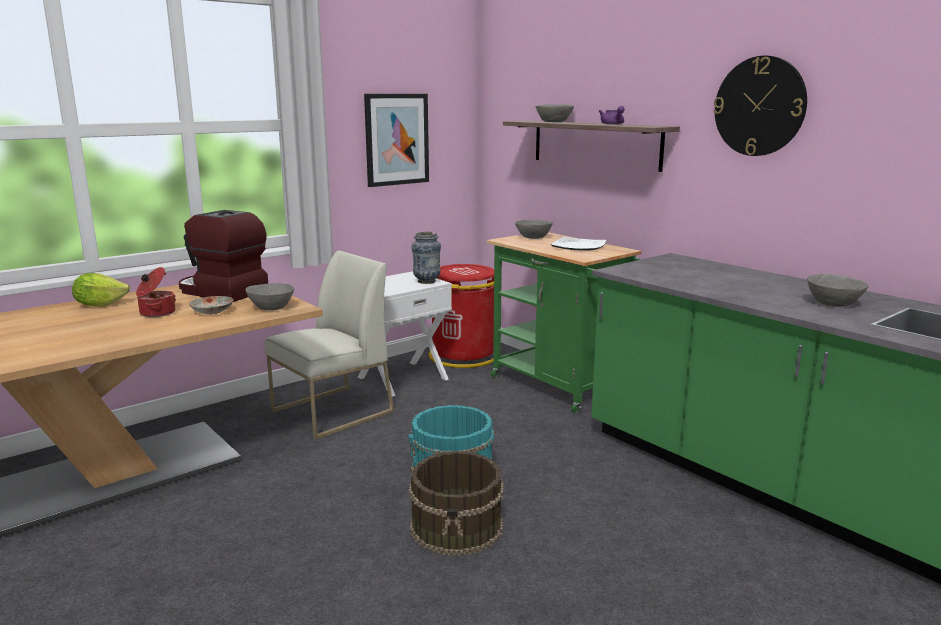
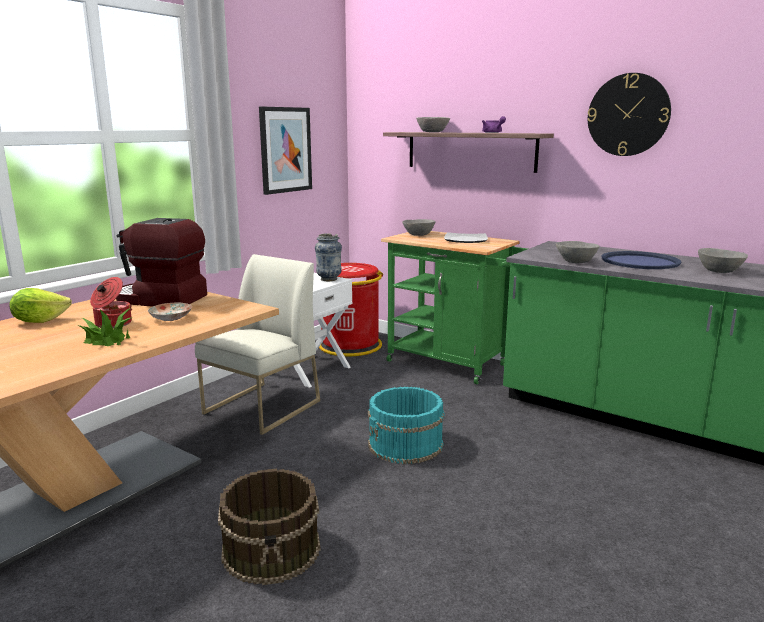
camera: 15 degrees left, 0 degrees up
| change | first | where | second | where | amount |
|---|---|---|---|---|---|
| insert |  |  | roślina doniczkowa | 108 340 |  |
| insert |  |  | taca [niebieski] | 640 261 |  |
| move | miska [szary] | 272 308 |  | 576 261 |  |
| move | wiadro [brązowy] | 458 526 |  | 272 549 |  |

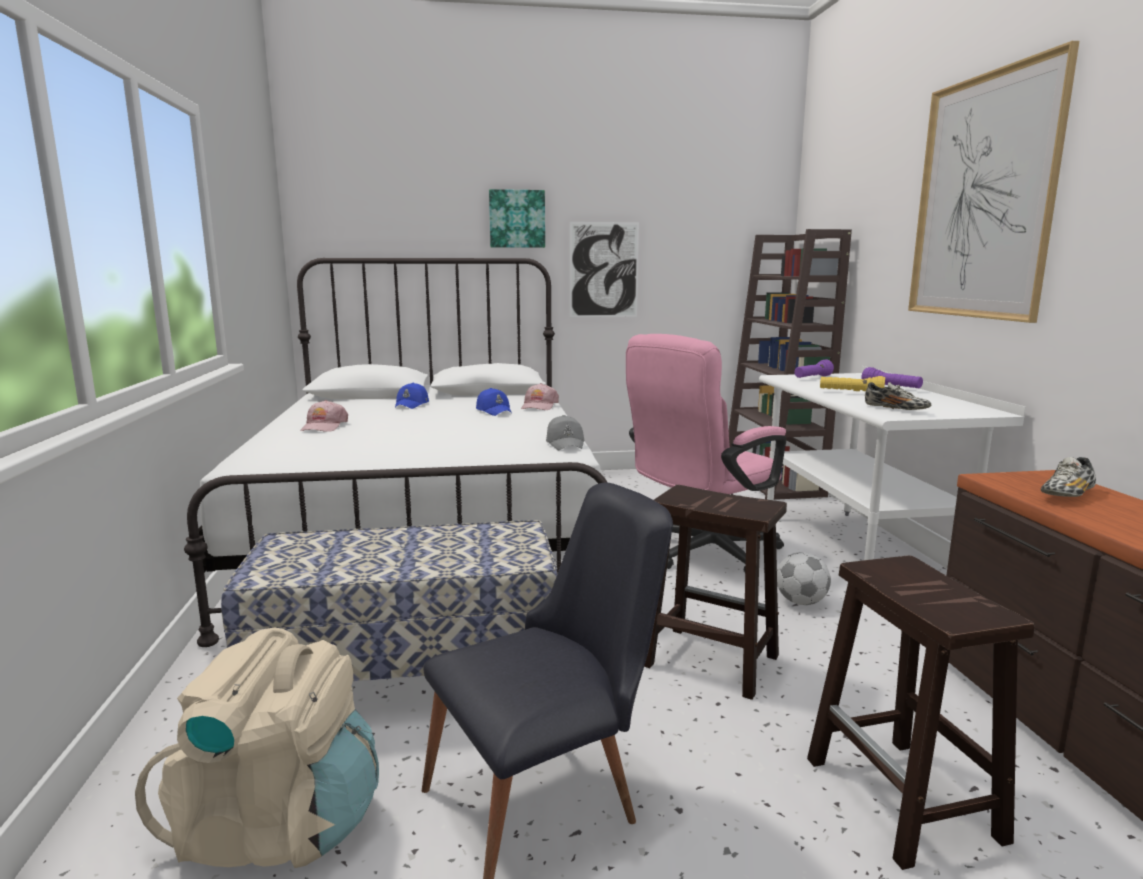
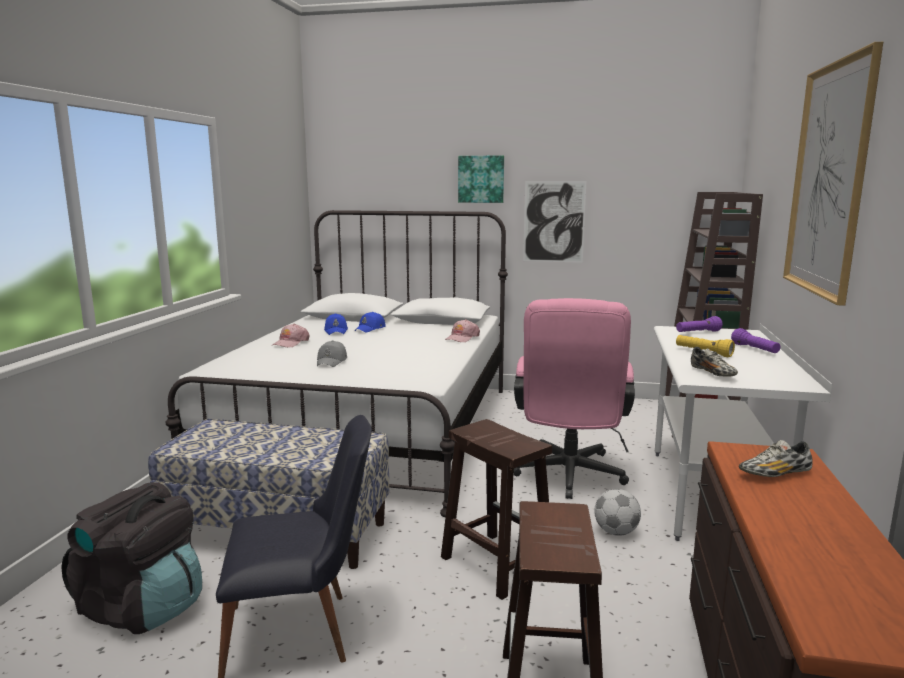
camera: 20 degrees right, 0 degrees up
| change | first | where | second | where | amount |
|---|---|---|---|---|---|
| move | czapka z daszkiem [niebieski] | 494 411 |  | 336 331 |  |
| move | czapka z daszkiem [szary] | 565 443 |  | 332 361 |  |
| recolor | plecak [beżowy] | 278 825 | plecak [czarny] | 142 607 |  |
| rotate | krzesło biurowe [różowy] | 702 553 |  | 568 477 | 60 degrees counterclockwise |

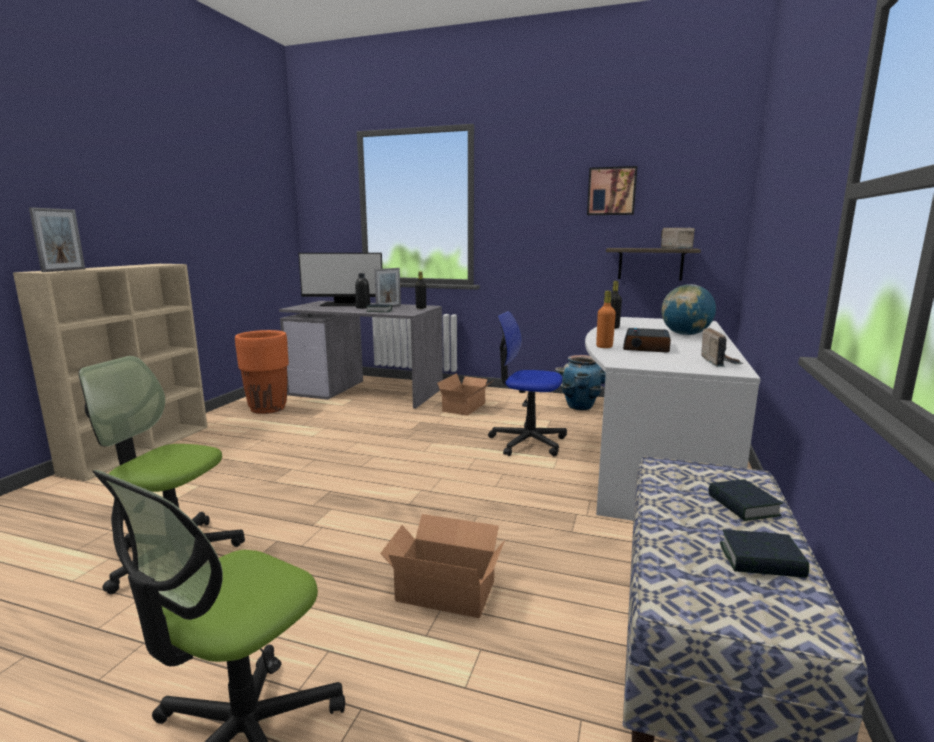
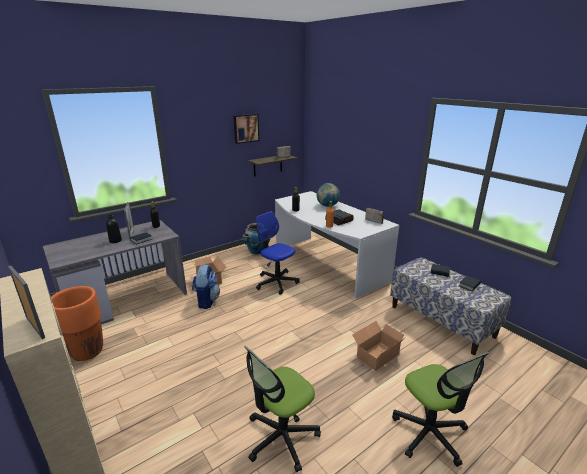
camera: 55 degrees left, 10 degrees up
| change | first | where | second | where | amount |
|---|---|---|---|---|---|
| delete | monitor | 344 304 |  |  |  |
| insert |  |  | plecak | 206 301 |  |
| rotate | krzesło biurowe | 527 442 |  | 276 282 | 75 degrees clockwise |

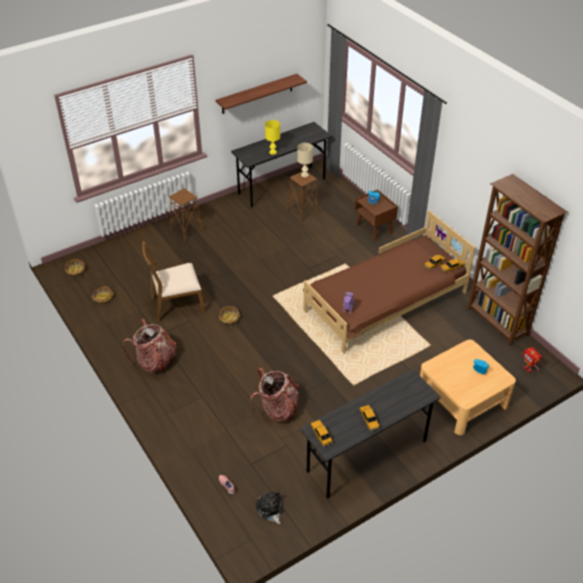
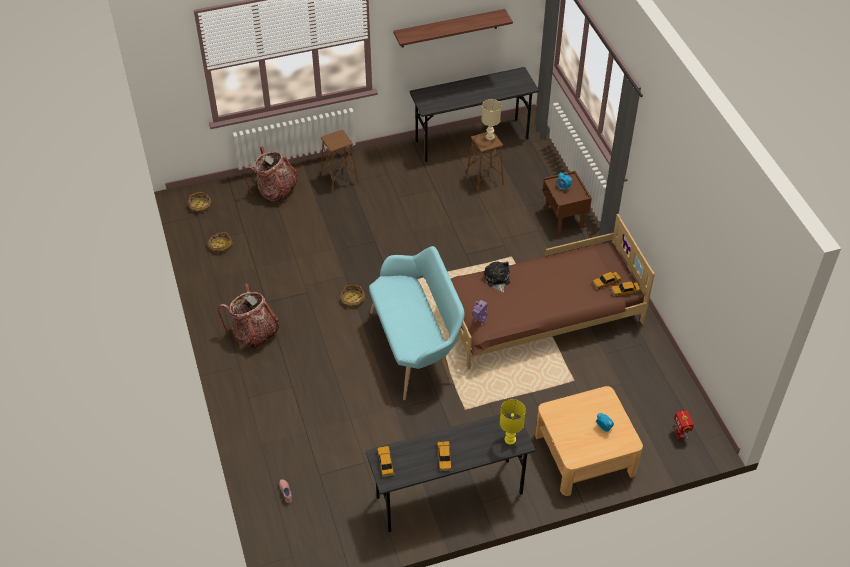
camera: 15 degrees right, 5 degrees up
| change | first | where | second | where | amount |
|---|---|---|---|---|---|
| delete | krzesło [brązowy] | 177 304 |  |  |  |
| delete | regał [brązowy] | 497 322 |  |  |  |
| insert |  |  | ławka [turkusowy] | 416 347 |  |
| move | plecak | 278 409 |  | 275 191 |  |
| move | pluszak | 270 510 |  | 497 279 |  |
| move | lampa stołowa [żółty] | 272 152 |  | 509 439 |  |

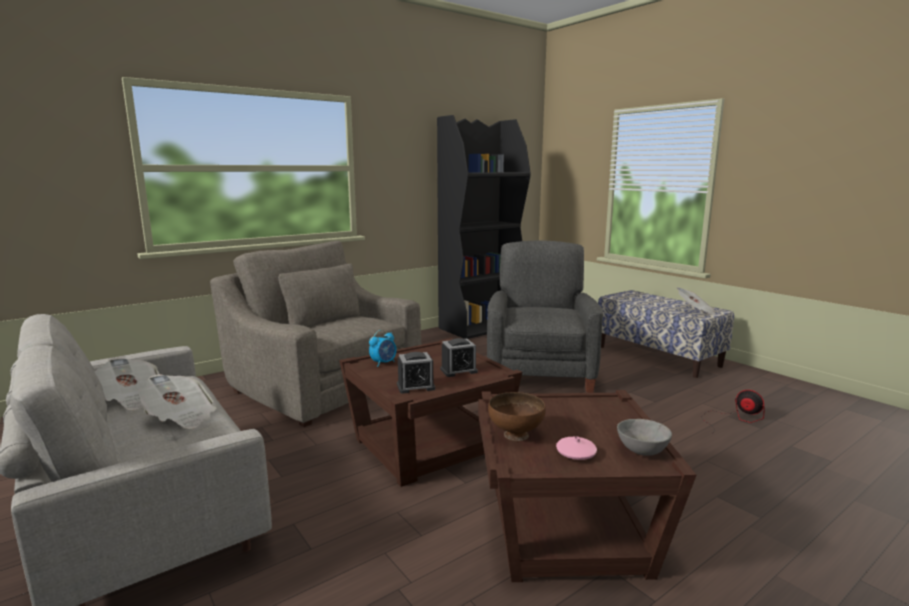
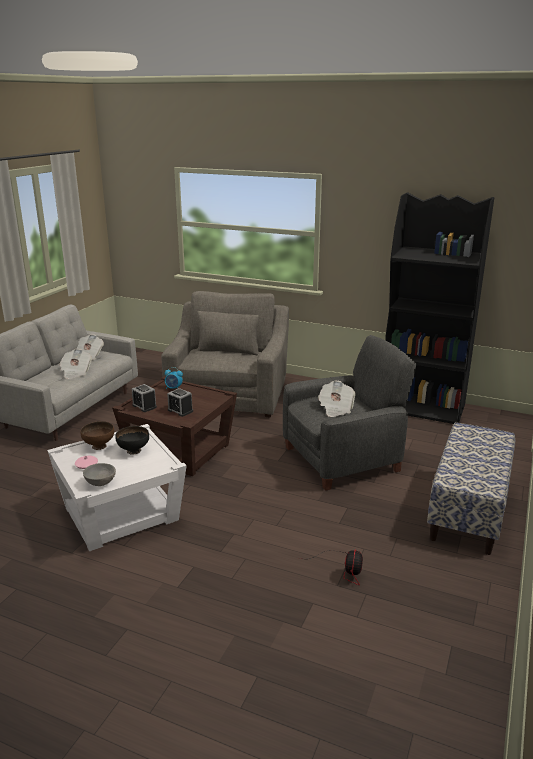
camera: 60 degrees right, 10 degrees up
| change | first | where | second | where | amount |
|---|---|---|---|---|---|
| insert |  |  | miska [czarny] | 133 451 |  |
| move | gazeta | 695 311 |  | 335 408 |  |
| recolor | stolik [brązowy] | 566 526 | stolik [biały] | 122 515 |  |

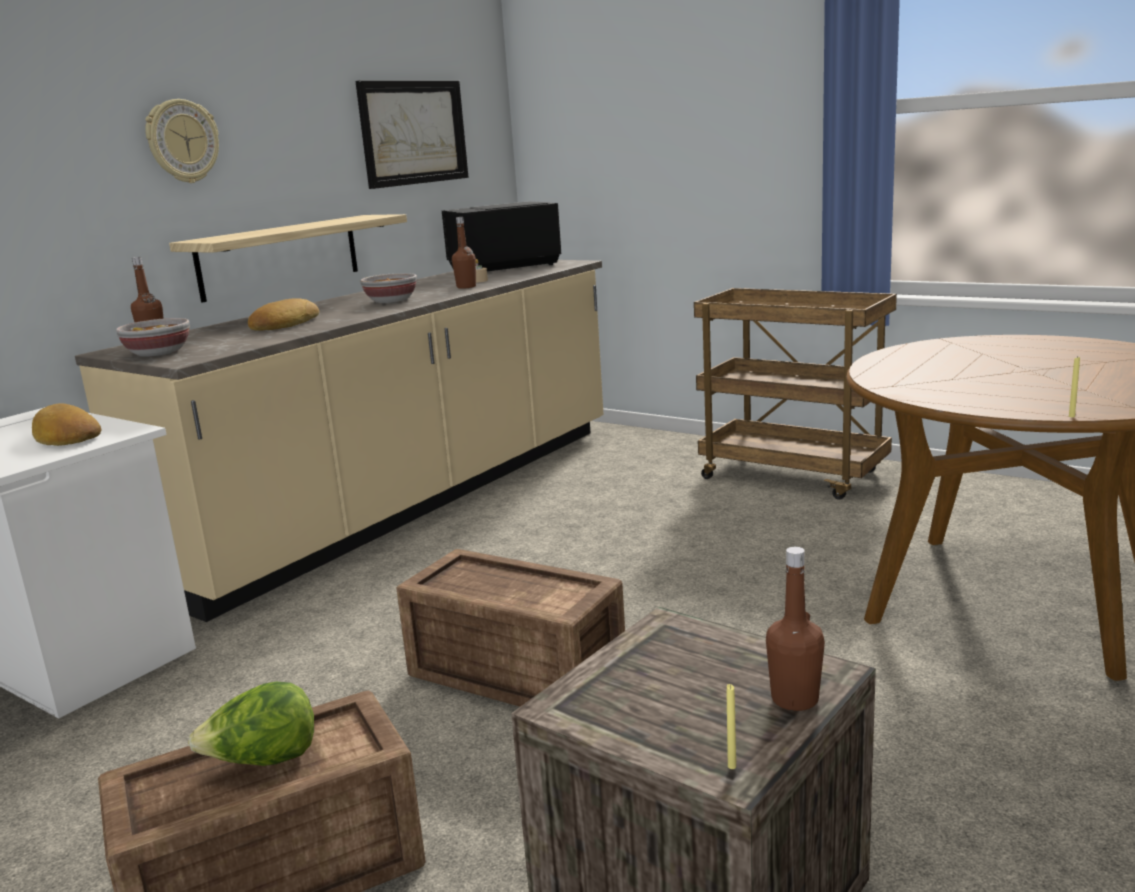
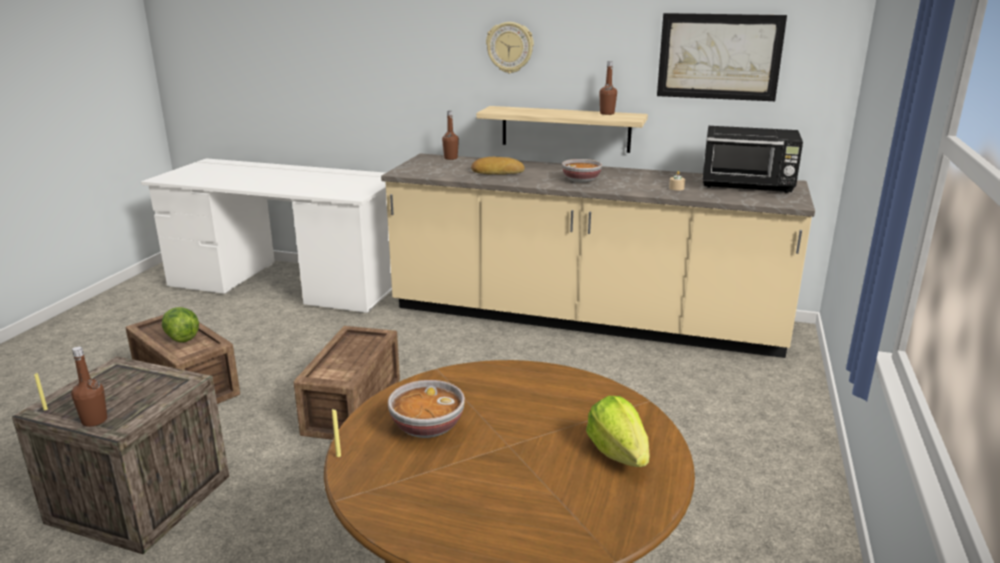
camera: 70 degrees right, 5 degrees up
| change | first | where | second | where | amount |
|---|---|---|---|---|---|
| delete | chleb | 65 436 |  |  |  |
| delete | wózek [brązowy] | 794 475 |  |  |  |
| insert |  |  | sałata | 618 453 |  |
| move | miska | 158 353 |  | 426 427 |  |
| move | butelka [brązowy] | 466 287 |  | 607 113 |  |
| rotate | mikrofalówka [czarny] | 502 268 |  | 747 186 | 150 degrees clockwise |

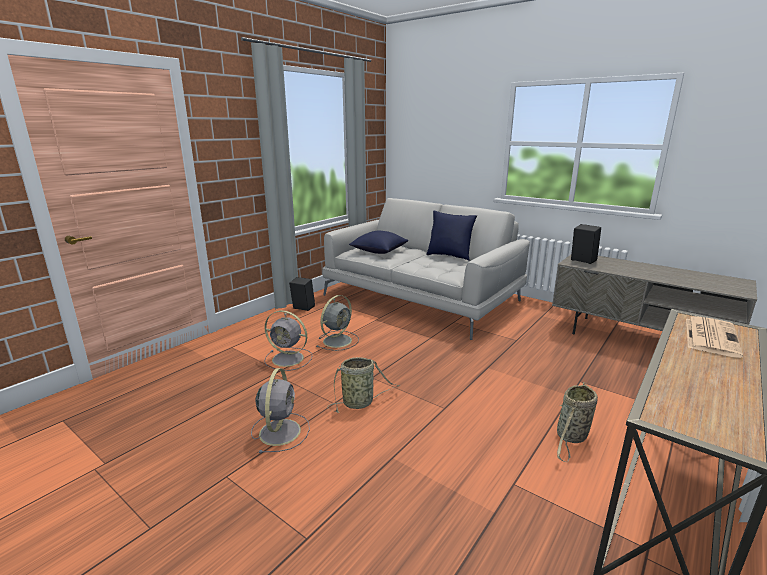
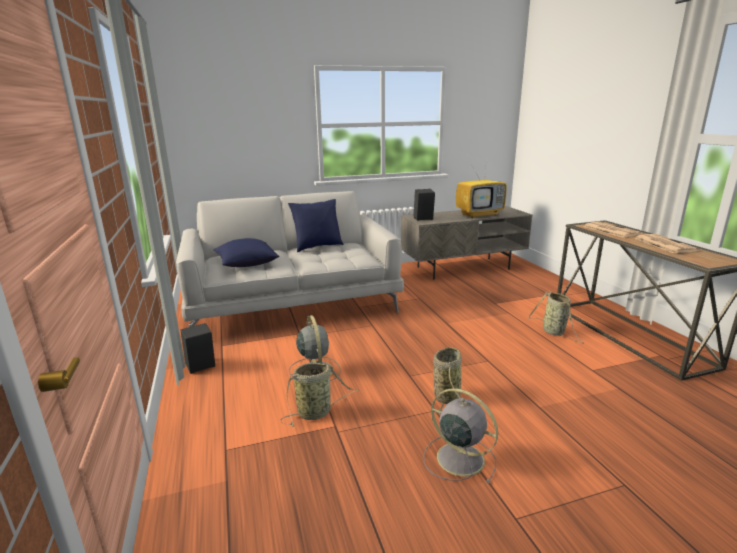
camera: 55 degrees left, 0 degrees up
| change | first | where | second | where | amount |
|---|---|---|---|---|---|
| insert |  |  | telewizor | 479 214 |  |
| insert |  |  | gazeta | 663 244 |  |
| replace | wentylator [szary] | 289 359 | koszyk | 316 412 |  |

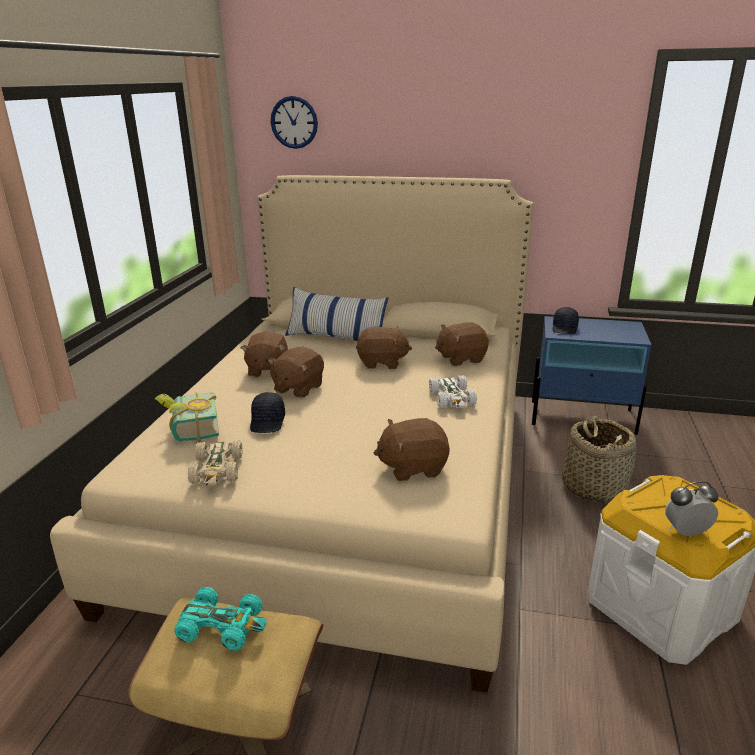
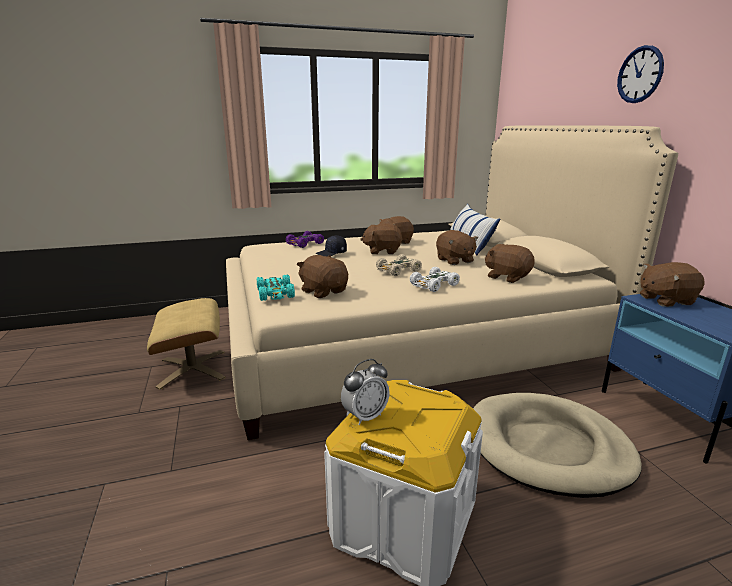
camera: 60 degrees right, 5 degrees down
| change | first | where | second | where | amount |
|---|---|---|---|---|---|
| move | samochodzik [turkusowy] | 222 626 |  | 276 294 |  |
| move | samochodzik [beżowy] | 217 470 |  | 398 270 |  |
| move | zegar ścienny | 294 122 |  | 640 74 |  |
| replace | książka | 190 430 | samochodzik [fioletowy] | 304 244 |  |
| replace | czapka z daszkiem [czarny] | 565 328 | pluszak [brązowy] | 665 300 |  |
| replace | koszyk | 593 487 | legowisko [beżowy] | 548 447 |  |
| rotate | budzik | 686 532 |  | 365 416 | 90 degrees clockwise |

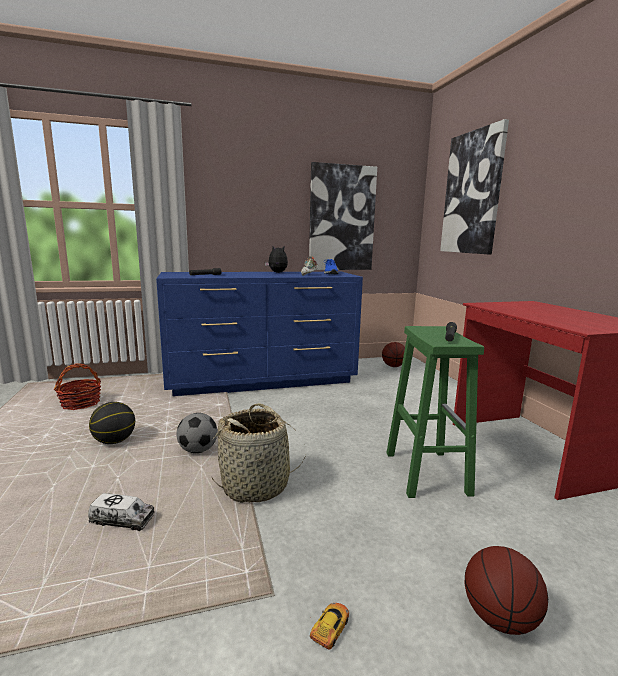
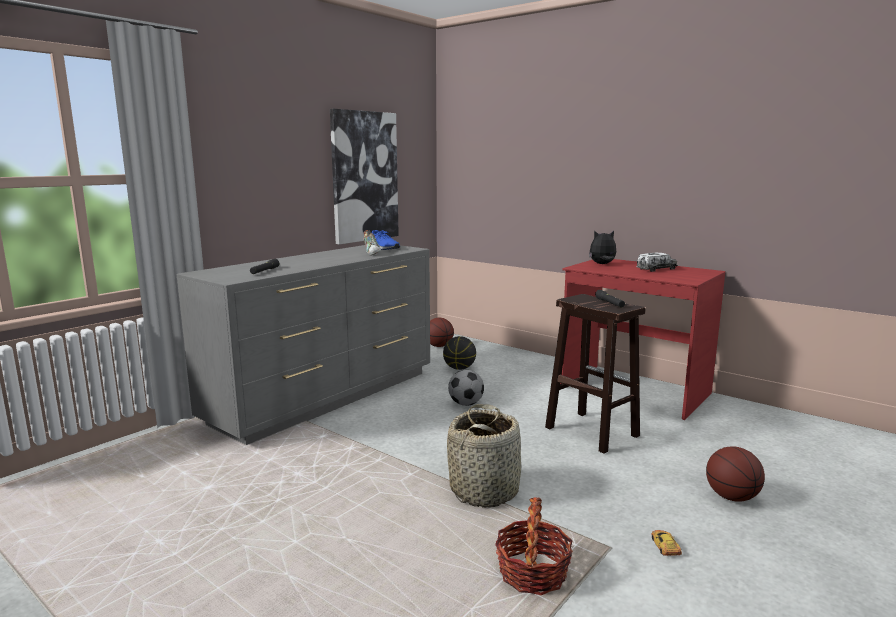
camera: 35 degrees left, 0 degrees up
| change | first | where | second | where | amount |
|---|---|---|---|---|---|
| delete | obraz | 472 193 |  |  |  |
| move | koszyk | 81 403 |  | 532 573 |  |
| move | ciężarówka zabawkowa | 122 521 |  | 656 269 |  |
| move | piłka do koszykówki | 114 441 |  | 459 368 |  |
| move | piłka futbolowa | 198 450 |  | 466 404 |  |
| move | pluszak | 277 272 |  | 602 264 |  |
| recolor | komoda [niebieski] | 263 381 | komoda [szary] | 326 397 |  |
| recolor | stołek [zielony] | 425 472 | stołek [brązowy] | 590 431 |  |

